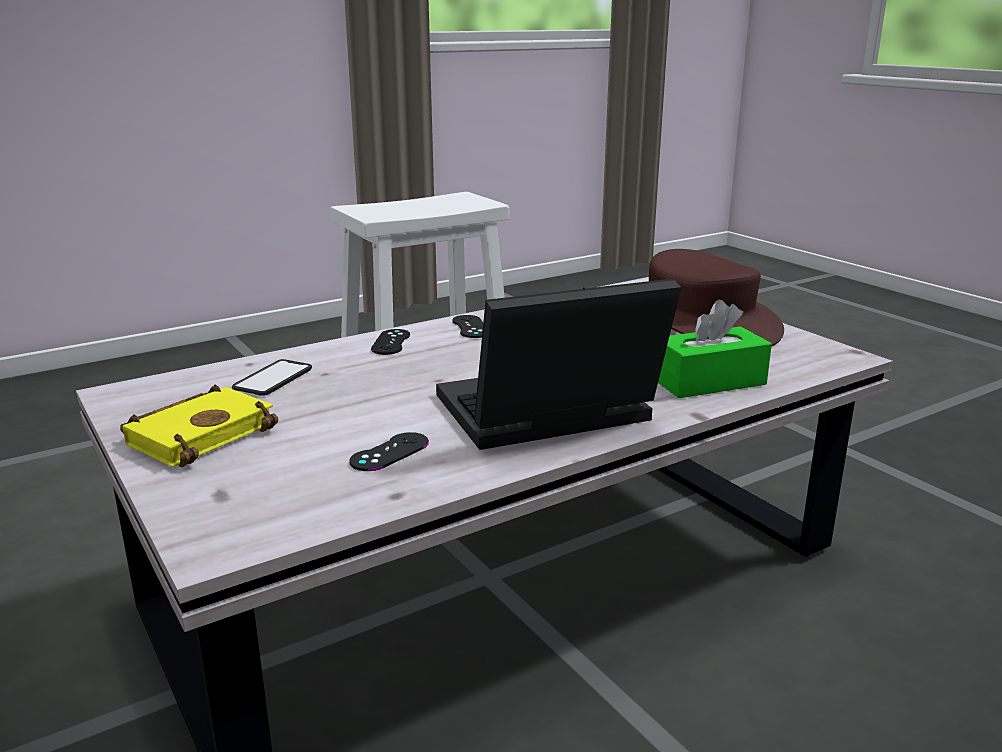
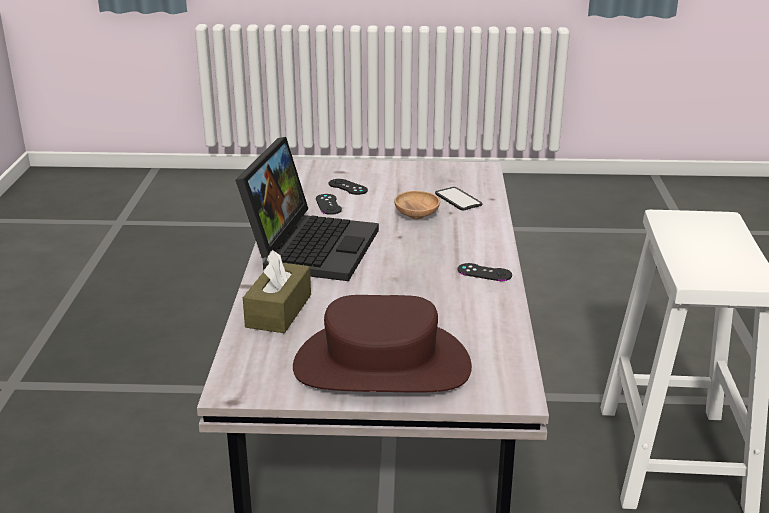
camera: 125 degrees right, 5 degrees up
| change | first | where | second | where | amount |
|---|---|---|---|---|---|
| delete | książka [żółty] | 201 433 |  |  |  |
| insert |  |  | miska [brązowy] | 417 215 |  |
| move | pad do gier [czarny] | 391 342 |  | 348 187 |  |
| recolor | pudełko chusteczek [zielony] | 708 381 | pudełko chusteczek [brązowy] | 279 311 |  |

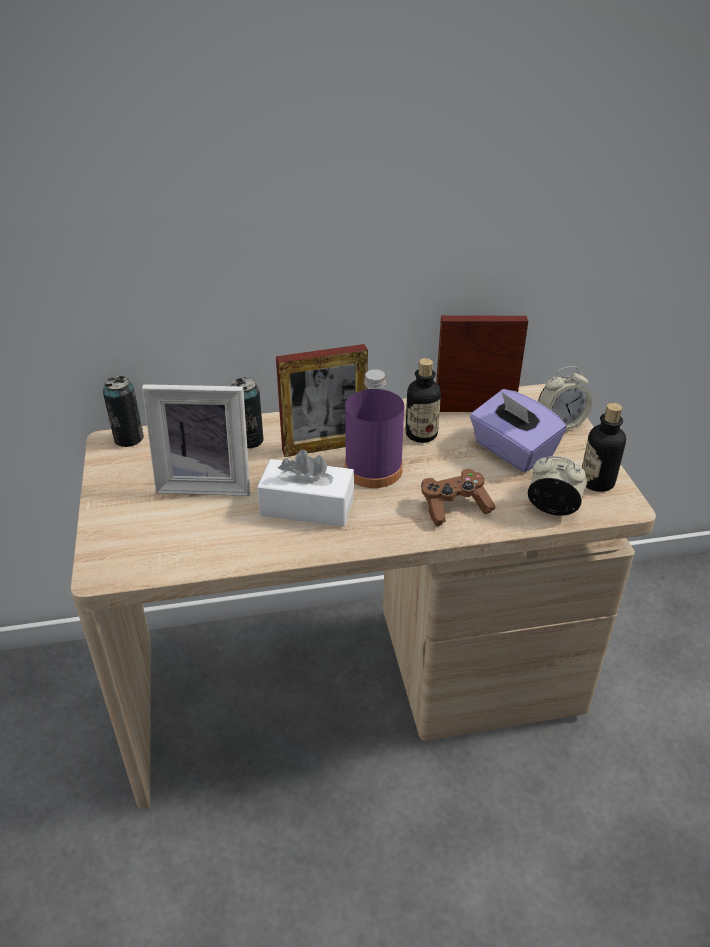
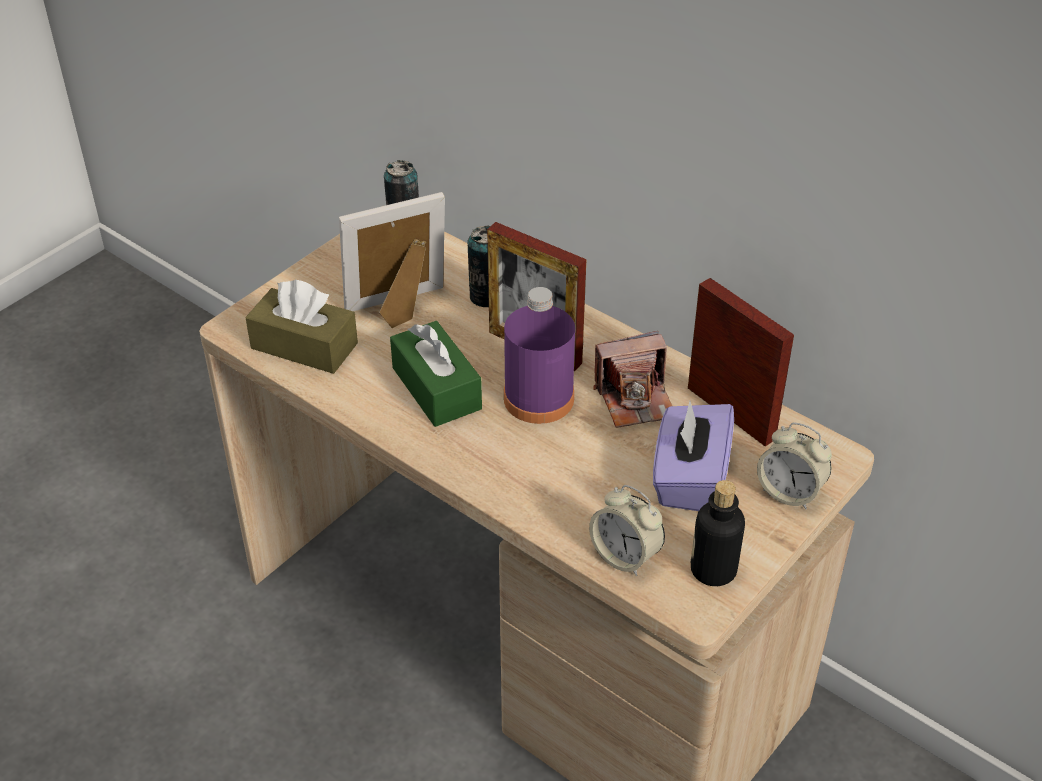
camera: 50 degrees right, 5 degrees up
| change | first | where | second | where | amount |
|---|---|---|---|---|---|
| delete | pad do gier [brązowy] | 454 507 |  |  |  |
| insert |  |  | pudełko chusteczek [brązowy] | 304 346 |  |
| replace | butelka | 421 434 | aparat fotograficzny | 635 399 |  |
| recolor | pudełko chusteczek [biały] | 307 507 | pudełko chusteczek [zielony] | 436 388 |  |
| rotate | ramka na zdjęcie | 206 482 |  | 400 309 | 105 degrees clockwise |
| rotate | budzik | 552 509 |  | 625 556 | 150 degrees clockwise |

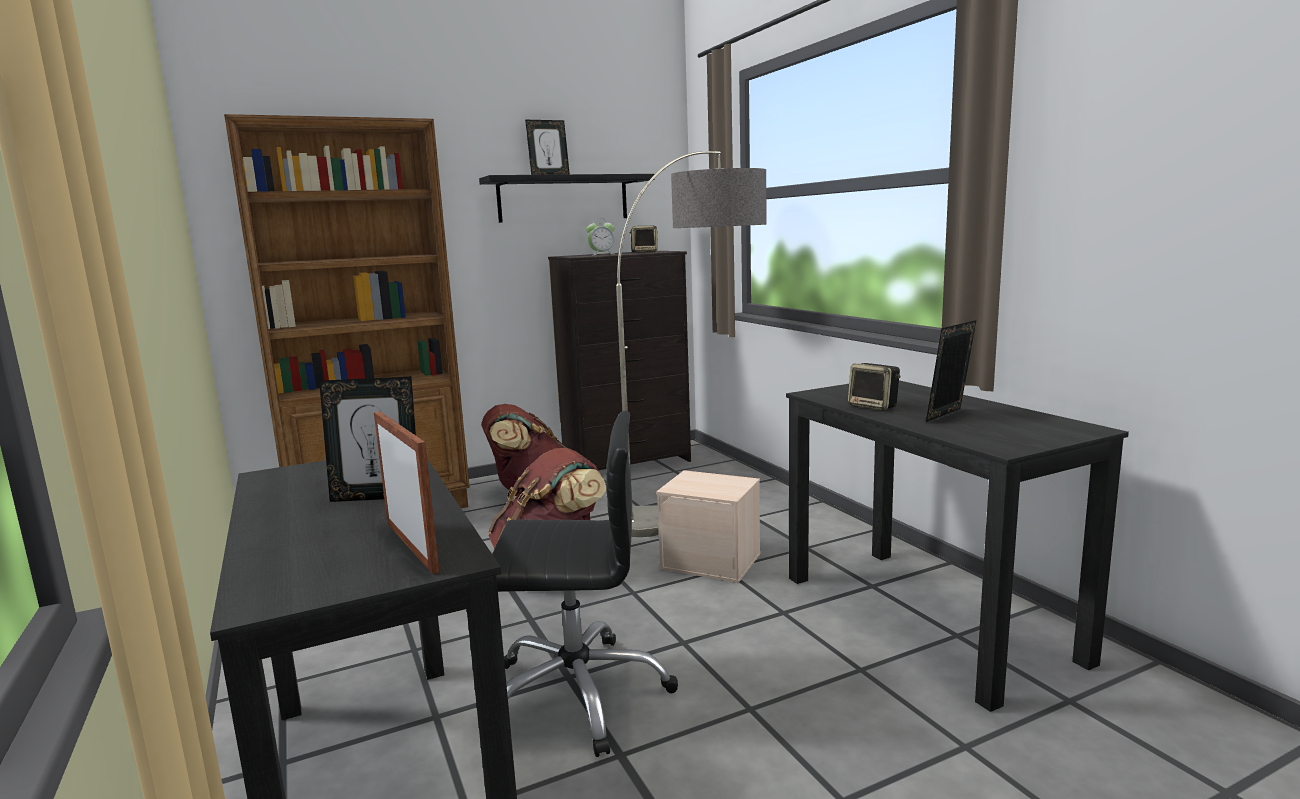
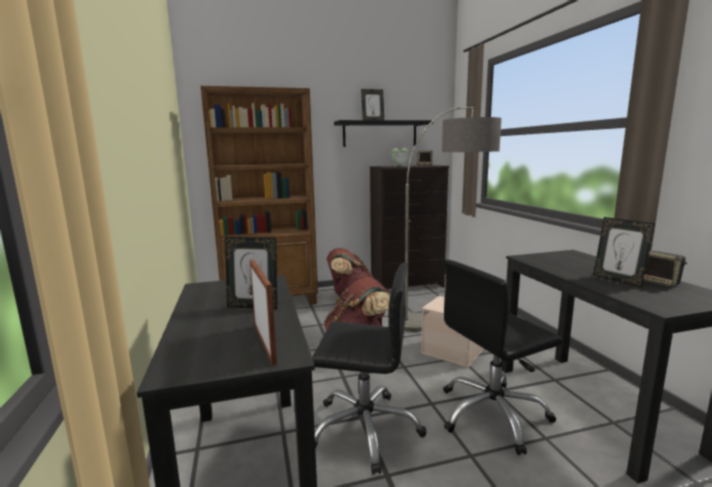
camera: 10 degrees right, 0 degrees up
| change | first | where | second | where | amount |
|---|---|---|---|---|---|
| insert |  |  | krzesło biurowe [czarny] | 493 414 |  |
| move | głośnik | 874 406 |  | 660 282 |  |
| rotate | ramka na zdjęcie | 949 416 |  | 618 280 | 90 degrees counterclockwise |

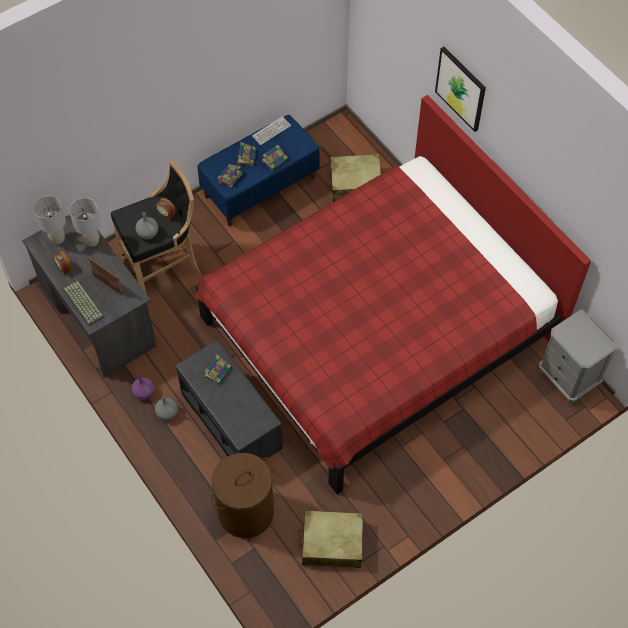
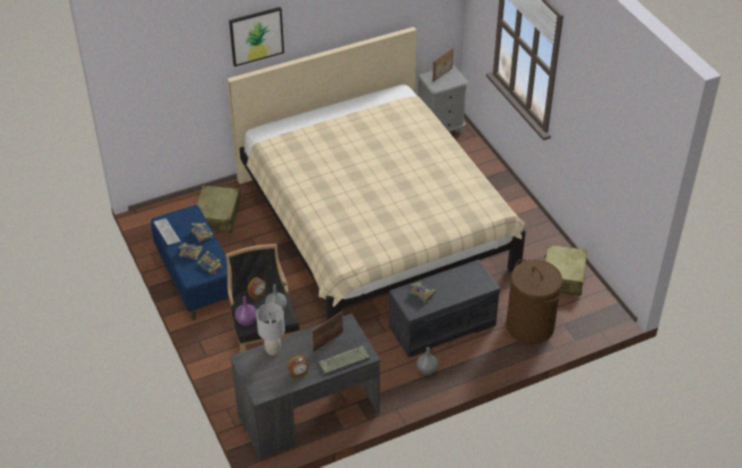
camera: 80 degrees left, 15 degrees down
| change | first | where | second | where | amount |
|---|---|---|---|---|---|
| delete | lampa stołowa [szary] | 57 239 |  |  |  |
| insert |  |  | ramka na zdjęcie | 442 75 |  |
| move | wazon [fioletowy] | 143 393 |  | 246 321 |  |
| recolor | łóżko [czerwony] | 377 331 | łóżko [beżowy] | 373 224 |  |

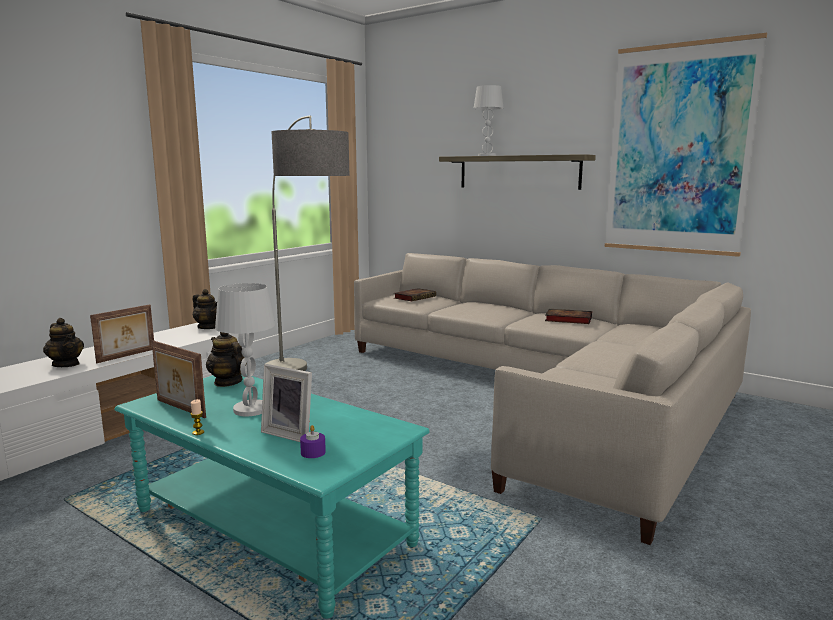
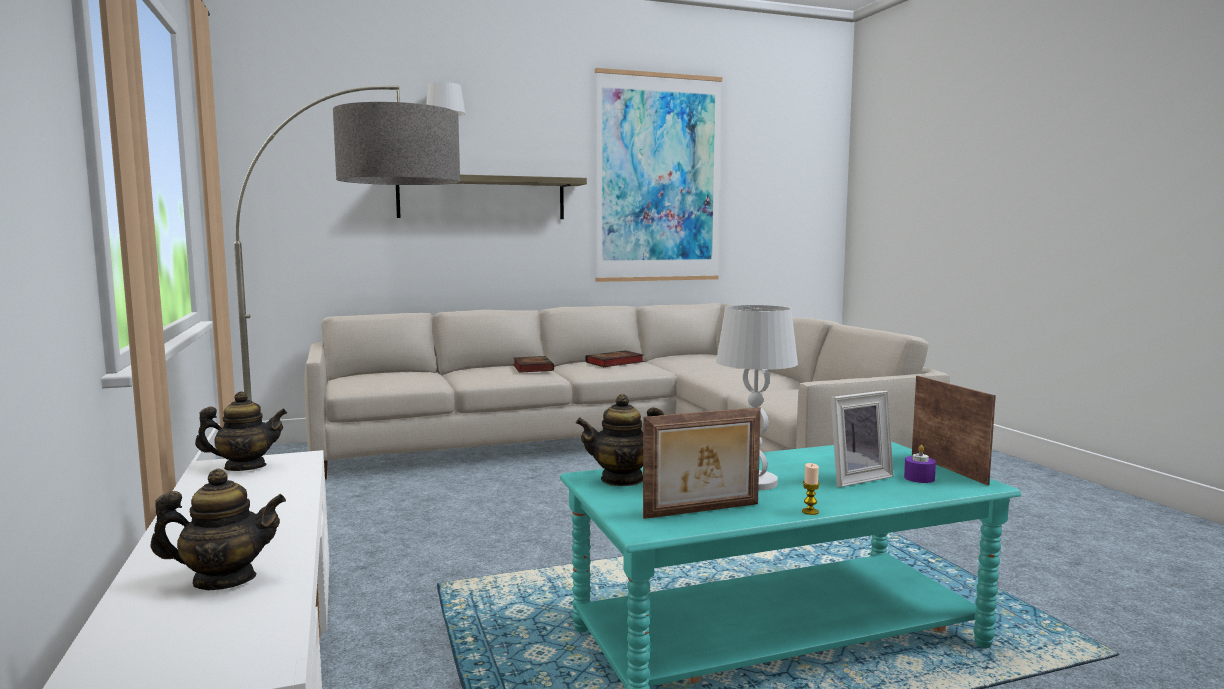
camera: 55 degrees left, 5 degrees down
| change | first | where | second | where | amount |
|---|---|---|---|---|---|
| move | ramka na zdjęcie | 127 356 |  | 949 468 |  |
| move | książka | 415 297 |  | 532 368 |  |

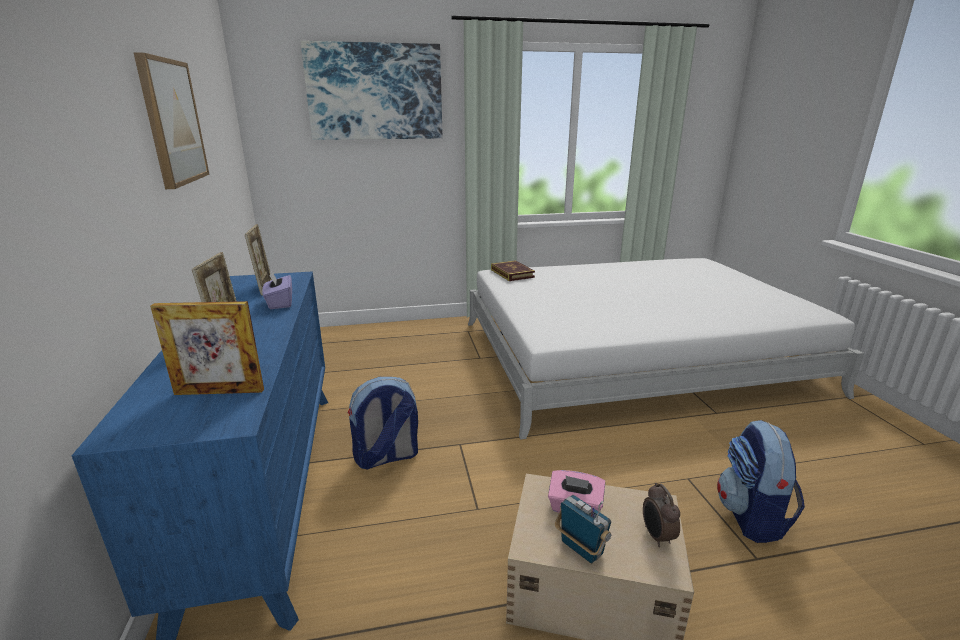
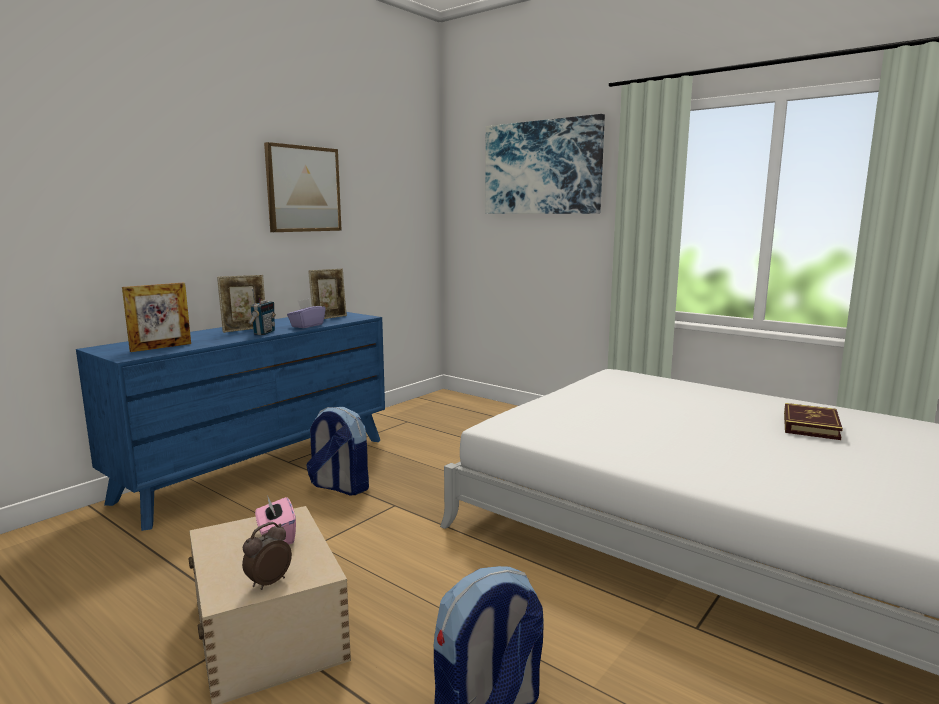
camera: 50 degrees right, 10 degrees down
| change | first | where | second | where | amount |
|---|---|---|---|---|---|
| move | książka | 512 273 |  | 810 425 |  |
| move | radio | 581 549 |  | 264 333 |  |
| rotate | ramka na zdjęcie | 219 392 |  | 161 347 | 90 degrees counterclockwise |

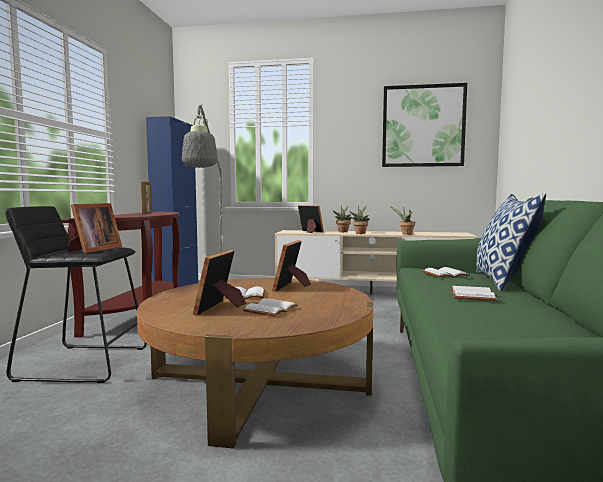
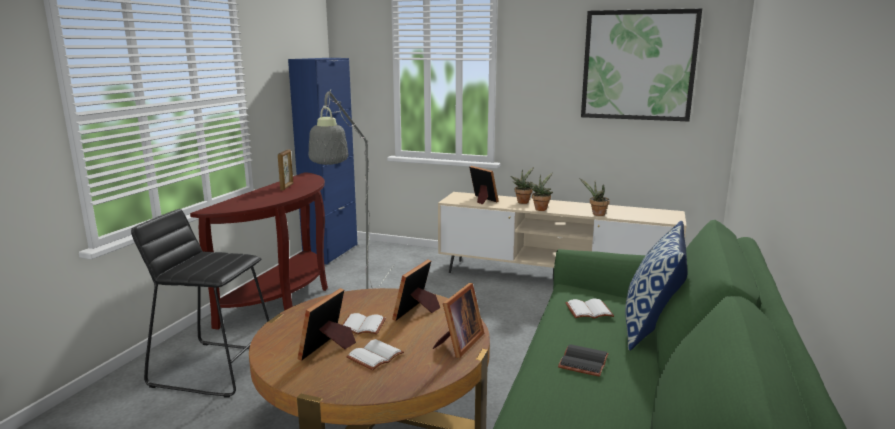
camera: 10 degrees right, 10 degrees up
| change | first | where | second | where | amount |
|---|---|---|---|---|---|
| move | ramka na zdjęcie | 94 250 |  | 458 344 |  |
| recolor | książka [biały] | 470 295 | książka [czarny] | 582 361 |  |

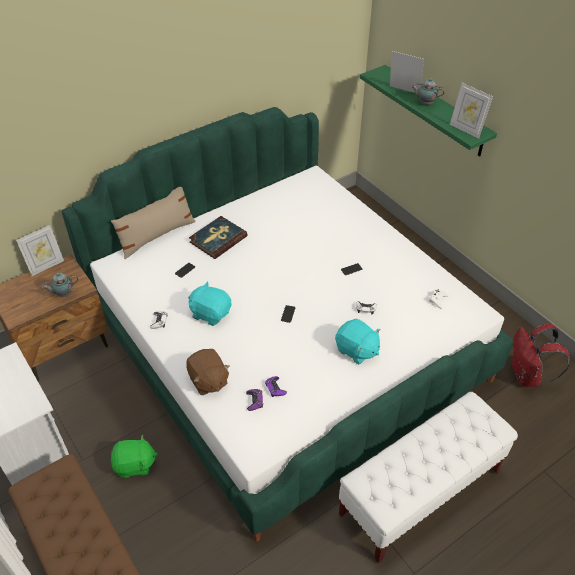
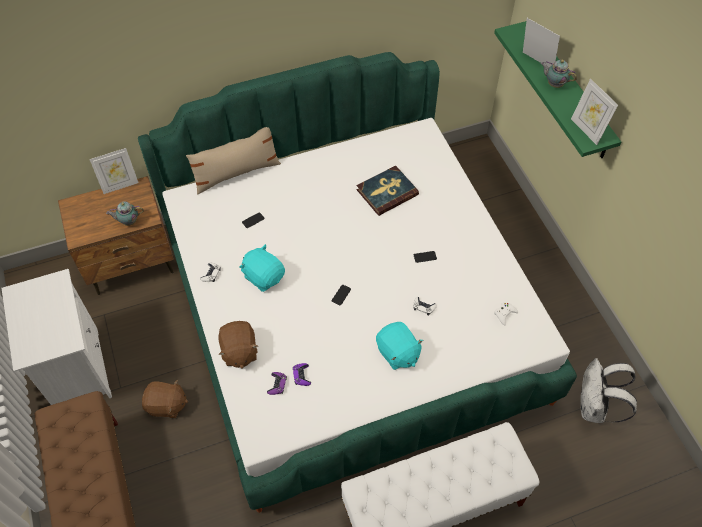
camera: 15 degrees right, 10 degrees up
| change | first | where | second | where | amount |
|---|---|---|---|---|---|
| move | książka | 218 239 |  | 387 192 |  |
| recolor | pluszak [zielony] | 135 465 | pluszak [brązowy] | 166 405 |  |
| recolor | plecak [czerwony] | 527 376 | plecak [biały] | 594 408 |  |

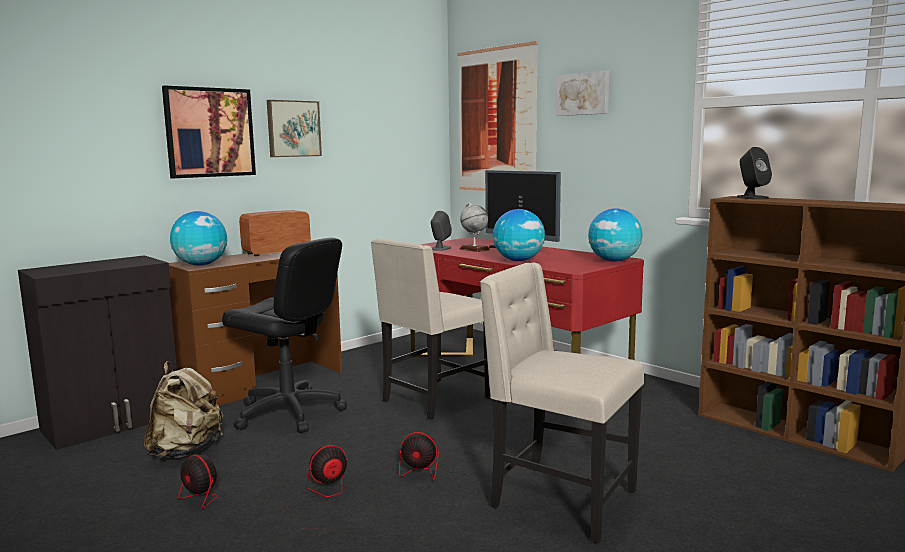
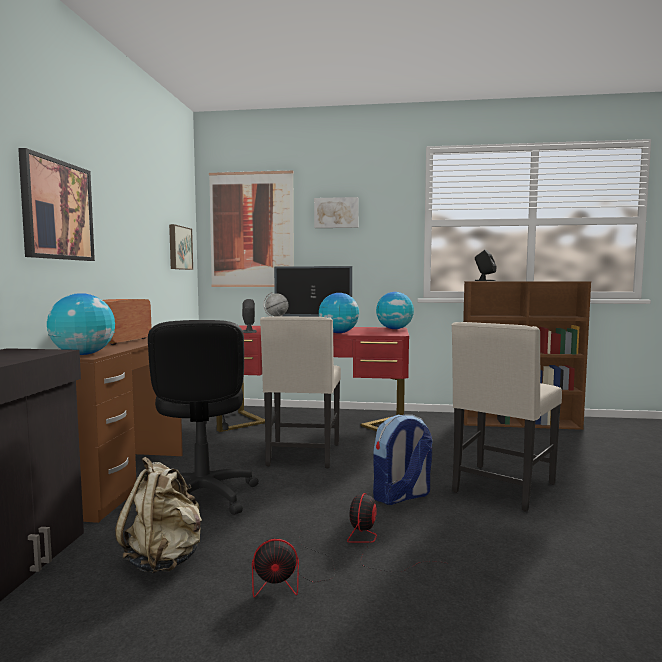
camera: 40 degrees left, 5 degrees down
| change | first | where | second | where | amount |
|---|---|---|---|---|---|
| move | obraz | 293 129 |  | 179 248 |  |
| replace | wentylator | 436 469 | plecak | 401 496 |  |
| rotate | krzesło biurowe [czarny] | 288 413 |  | 202 497 | 90 degrees clockwise |
| rotate | krzesło [beżowy] | 560 500 |  | 501 488 | 45 degrees counterclockwise |

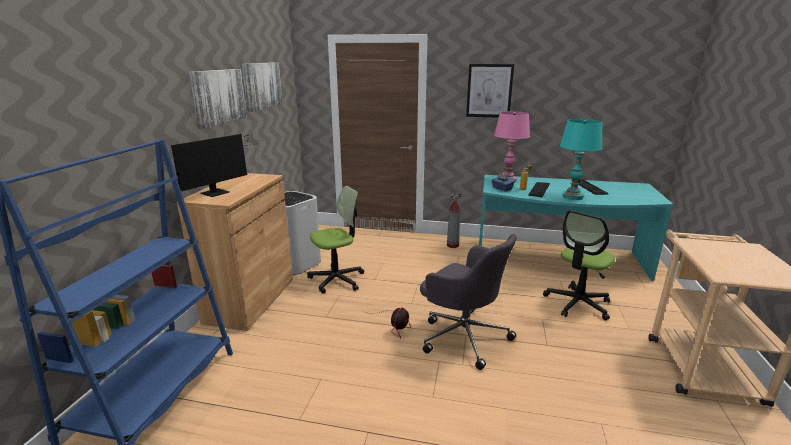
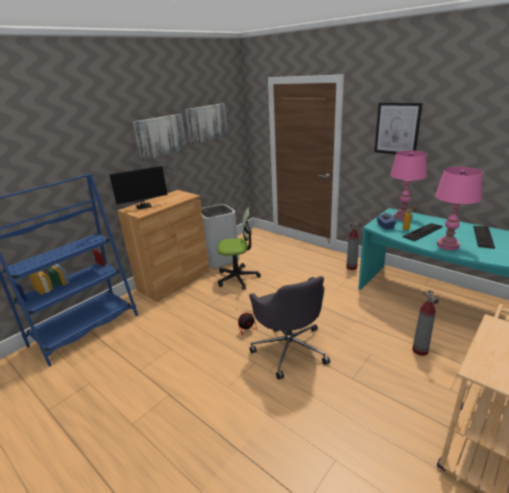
camera: 30 degrees right, 5 degrees up
| change | first | where | second | where | amount |
|---|---|---|---|---|---|
| replace | krzesło biurowe | 577 303 | gaśnica | 420 350 |  |
| recolor | lampa stołowa [turkusowy] | 572 197 | lampa stołowa [różowy] | 448 245 |  |

